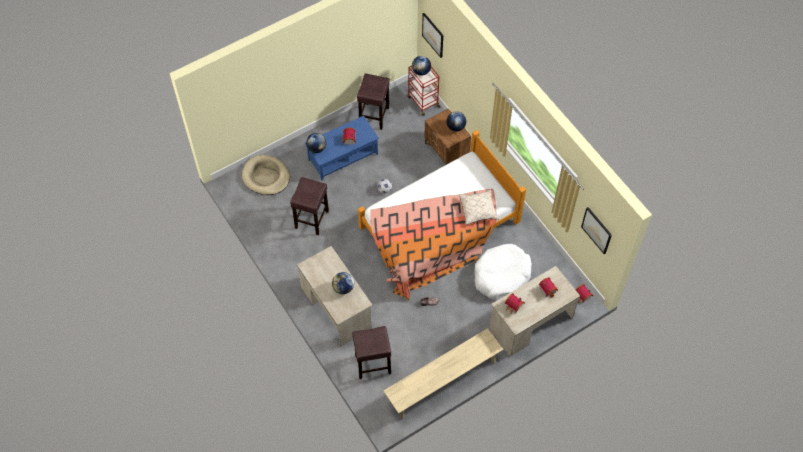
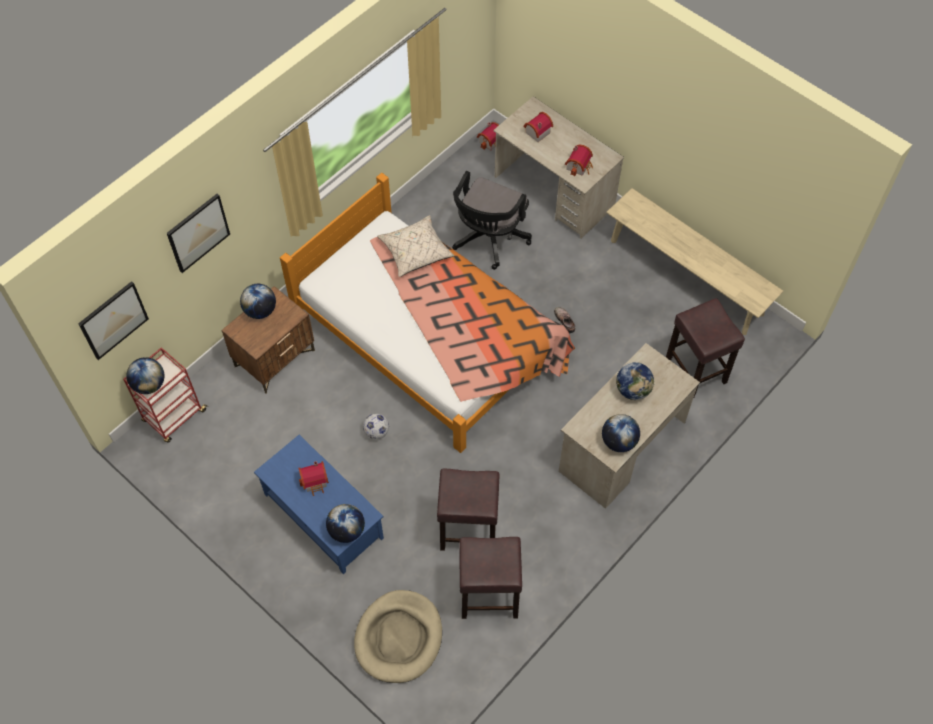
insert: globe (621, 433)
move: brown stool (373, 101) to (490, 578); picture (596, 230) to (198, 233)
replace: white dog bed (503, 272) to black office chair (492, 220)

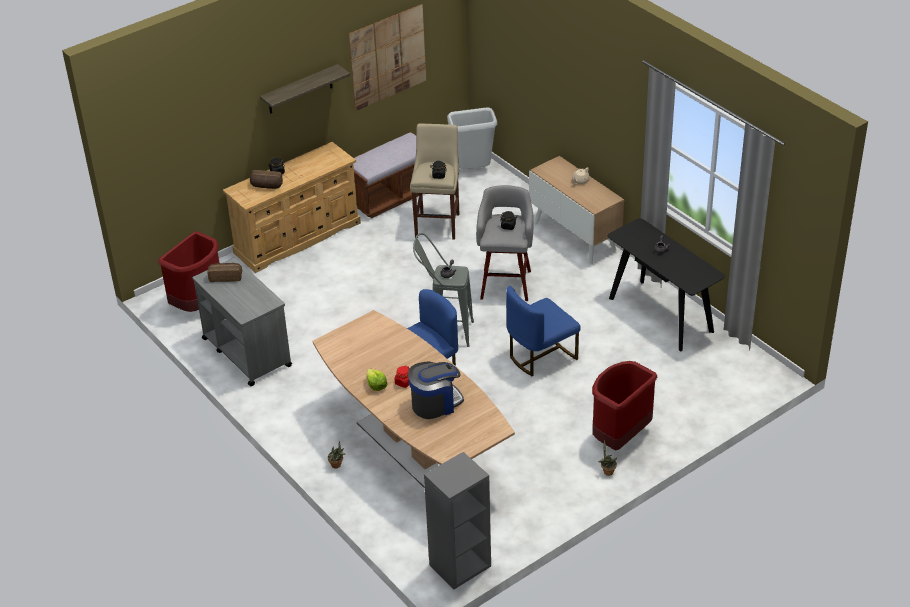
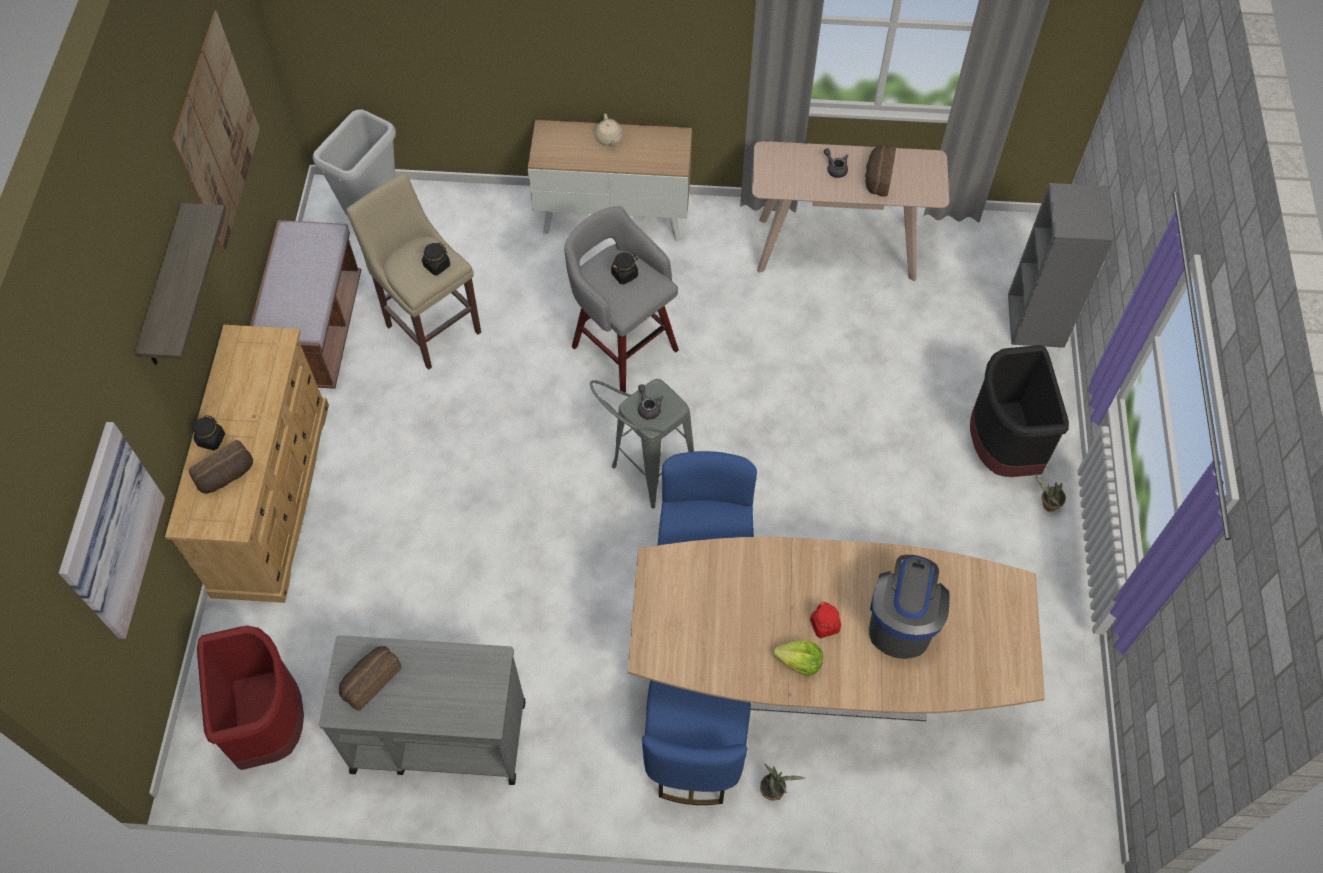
insert: picture (112, 530); bread (880, 171)
move: grey bookcase (457, 521) to (1061, 265); blue chair (543, 331) to (696, 742)
recolor: red trash can (624, 406) to black trash can (1019, 411); black console table (666, 284) to beige console table (850, 211)

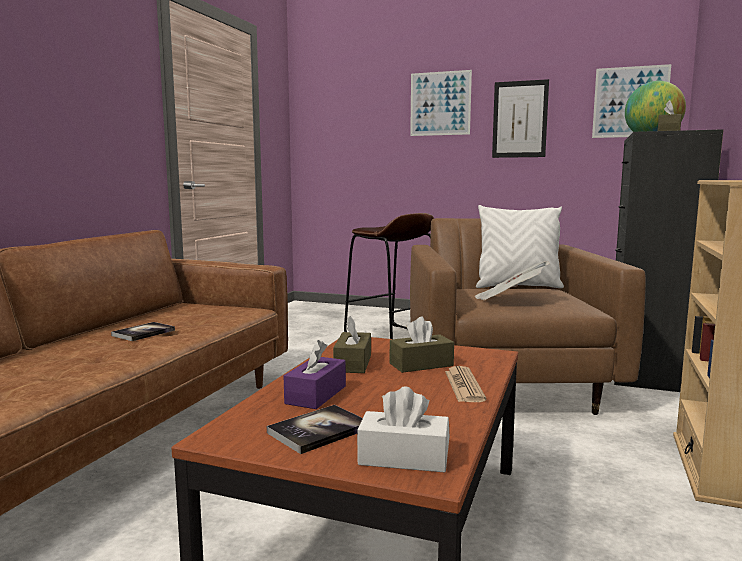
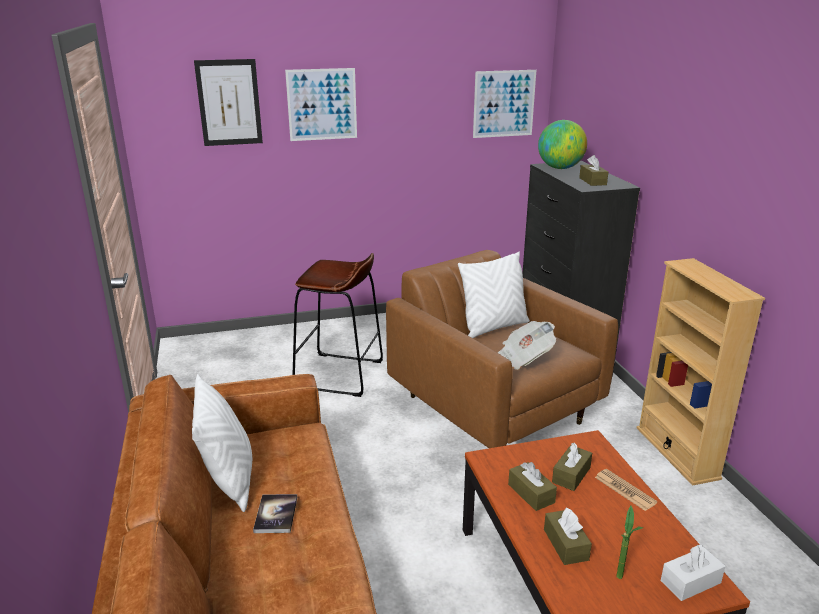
insert: white pillow (222, 443)
move: picture (520, 118) to (228, 102)
replace: book (315, 429) to potted plant (630, 542)
recolor: purple tissue box (315, 374) to brown tissue box (568, 536)

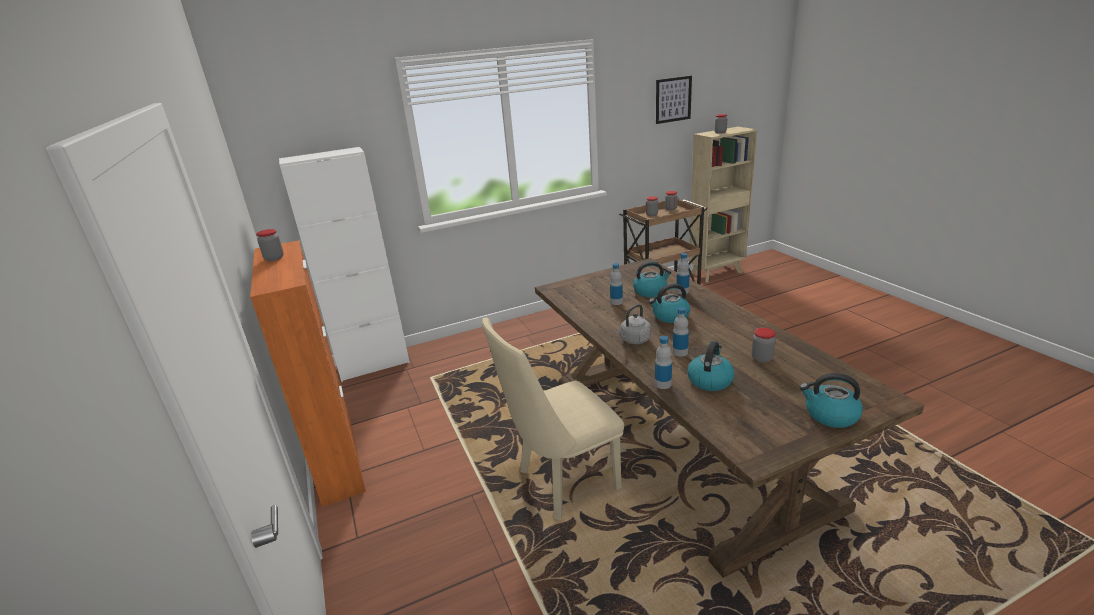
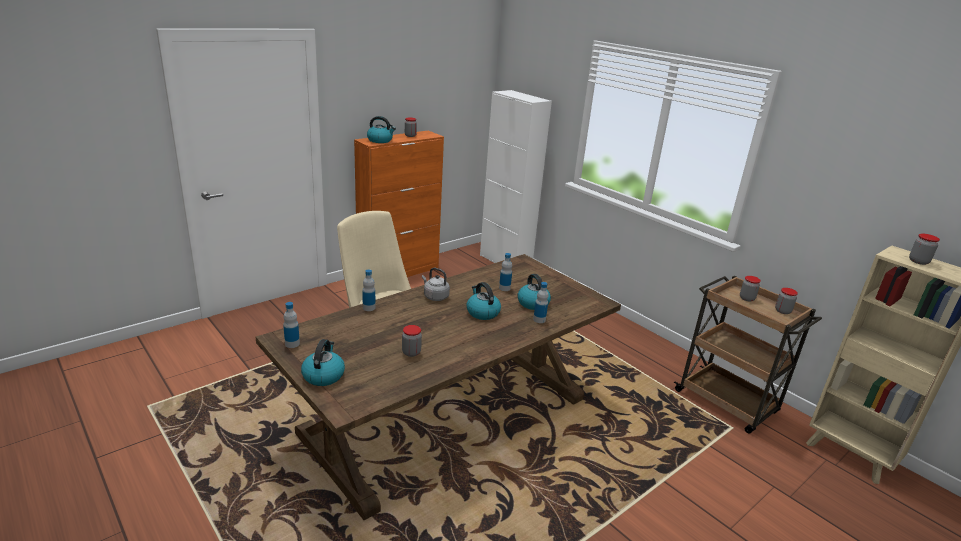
delete: picture (674, 100)
move: bottle (681, 332) to (291, 325); kettle (711, 366) to (381, 129)

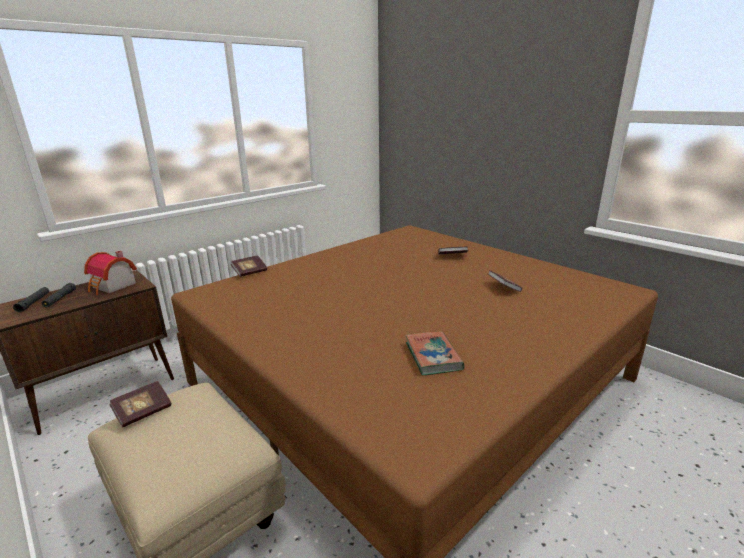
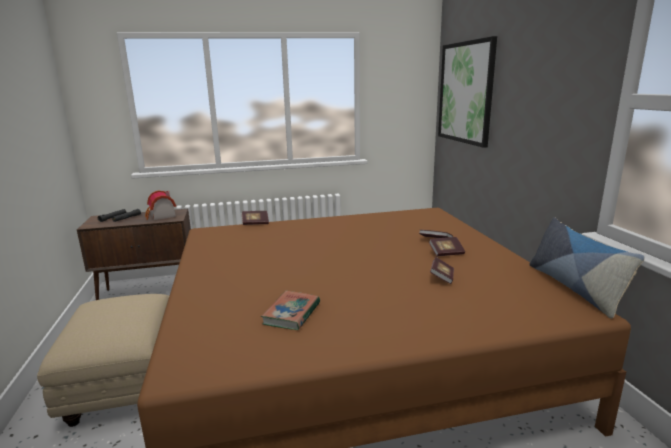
insert: picture (467, 92); pillow (587, 267)
move: book (140, 404) to (447, 246)

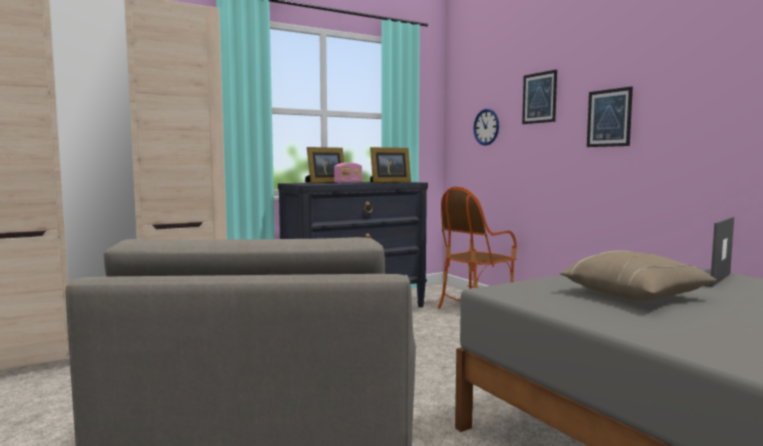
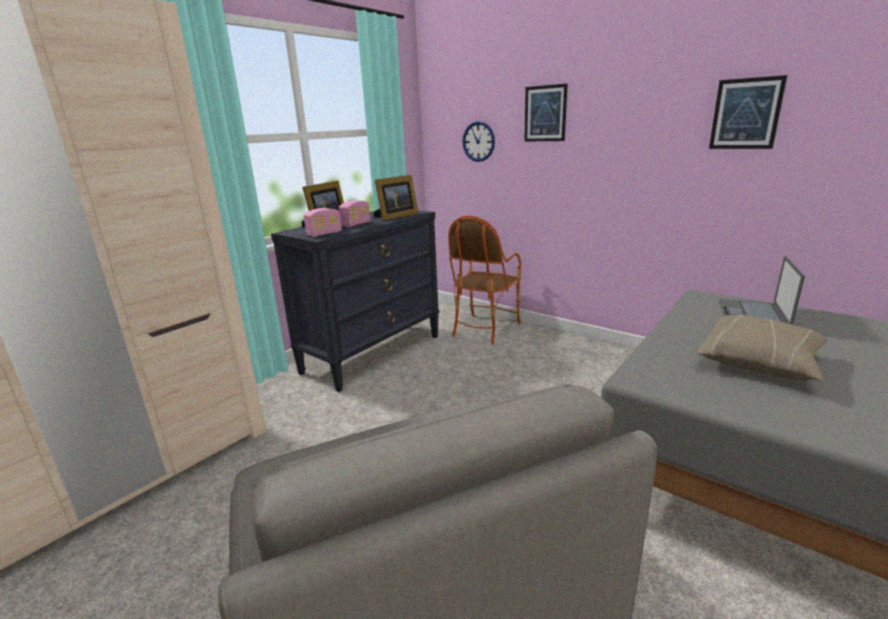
insert: radio (323, 222)
move: picture (610, 116) to (748, 112)

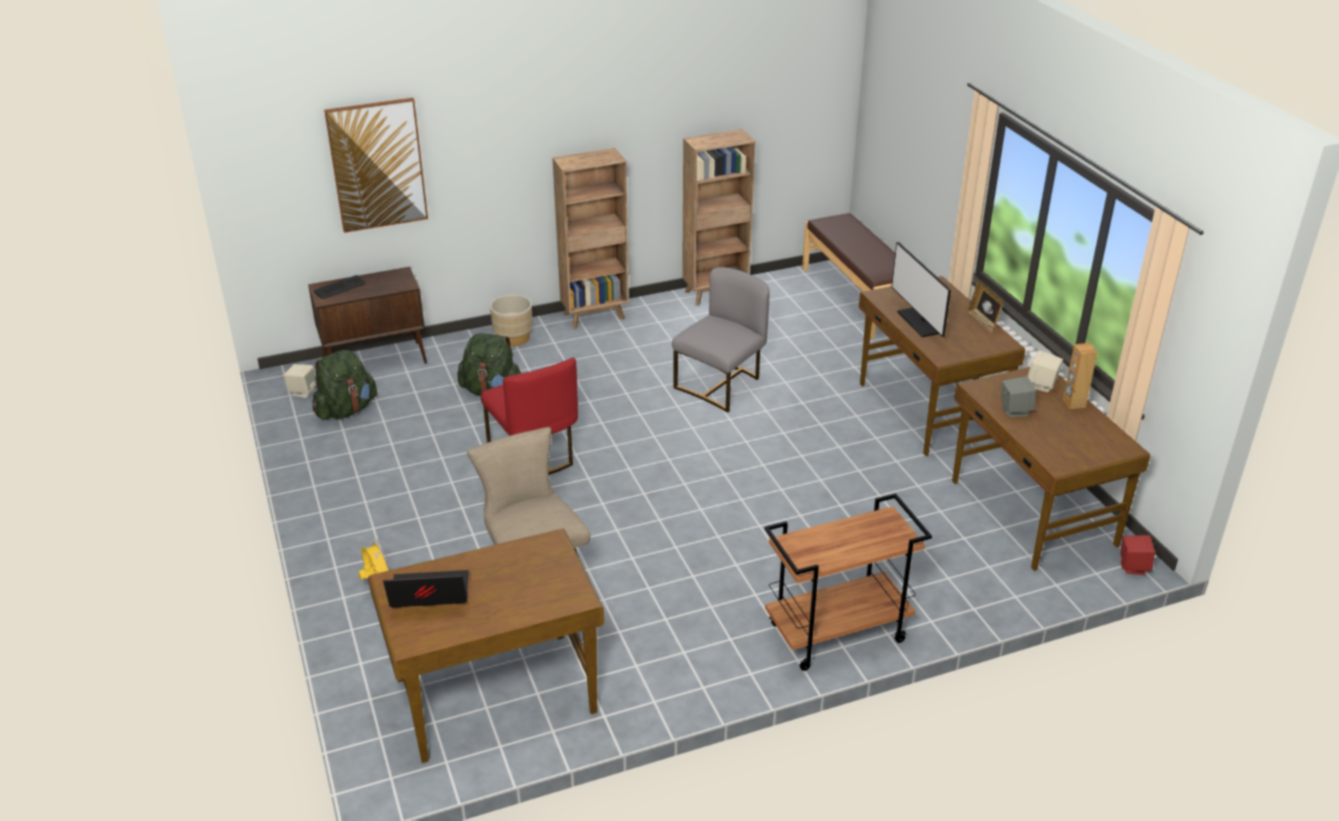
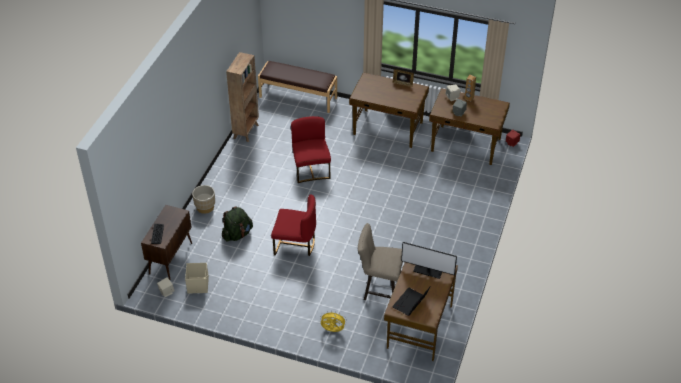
delete: picture (376, 165); brown bookcase (590, 238); brown cart (848, 582)
move: monitor (921, 289) to (429, 260)
replace: green backpack (345, 385) to beige storage box (197, 278)
recolor: grey chair (721, 339) to red chair (311, 149)

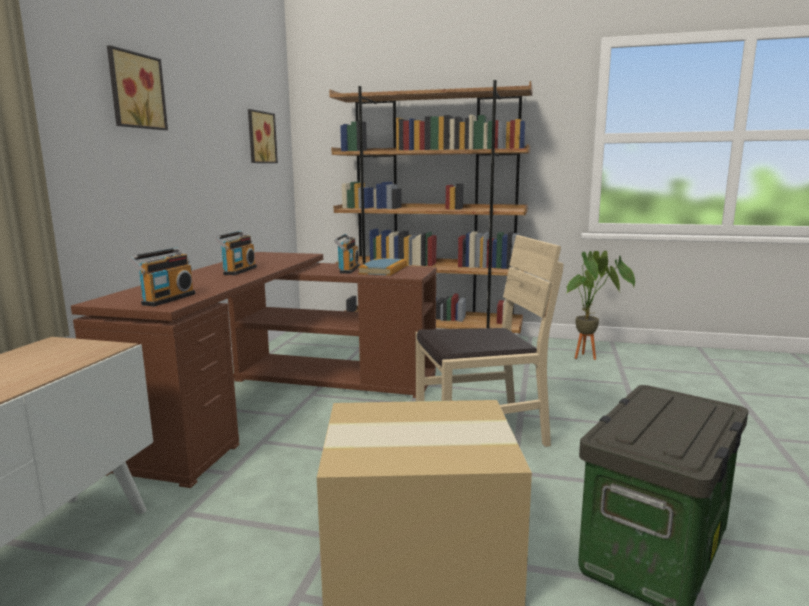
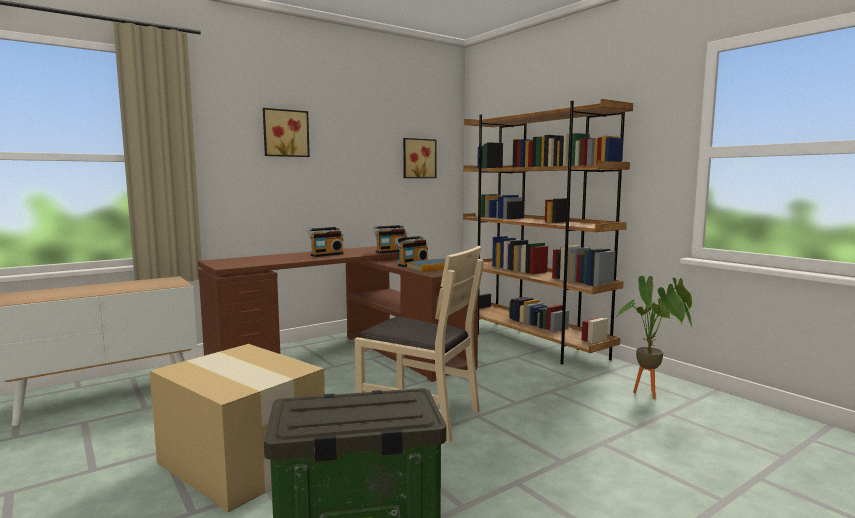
move: radio (162, 277) to (390, 239)

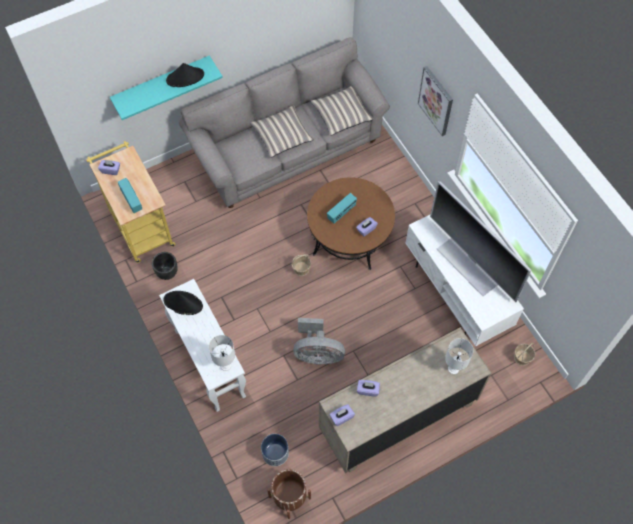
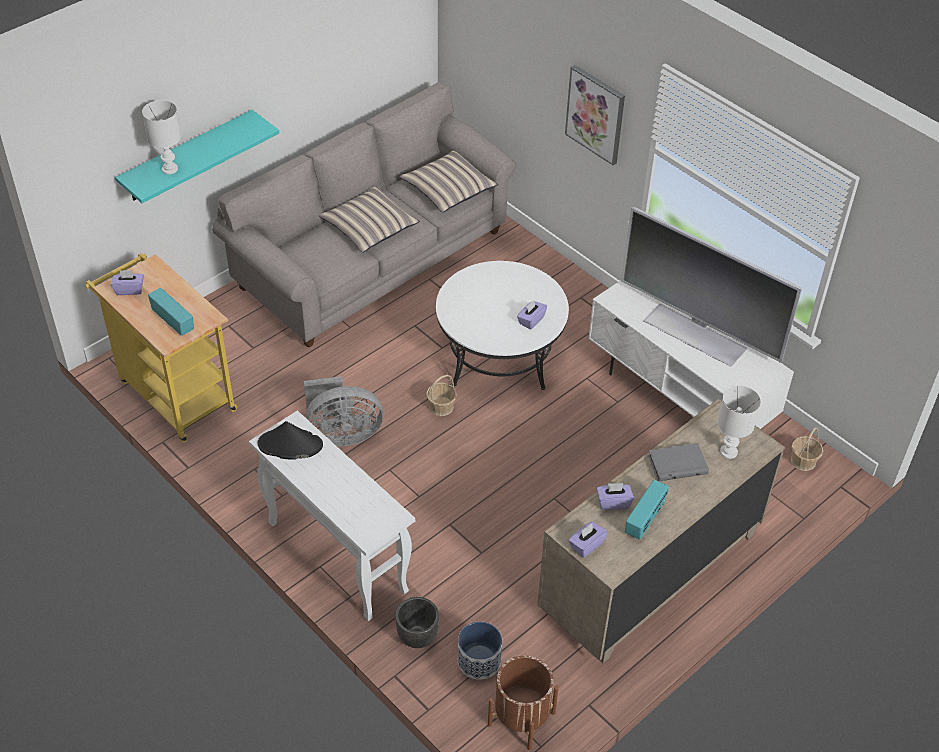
delete: black hat (185, 75)
insert: grey book (678, 462)
move: black planter (165, 266) to (417, 622); white table lamp (222, 353) to (161, 137); grey fan (319, 341) to (343, 411); radio (342, 208) to (647, 510)
recolor: brown coffee table (351, 223) to white coffee table (502, 325)

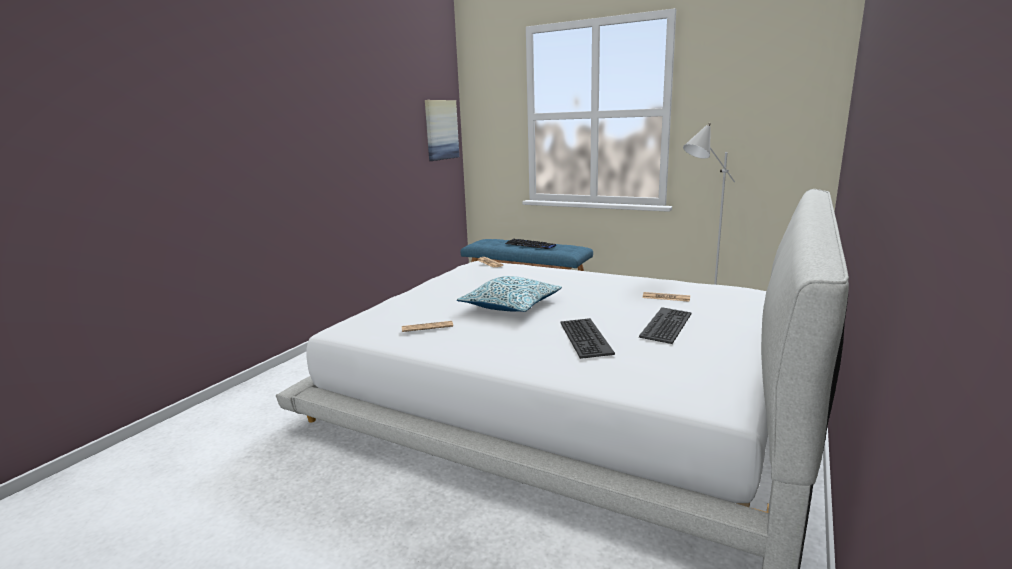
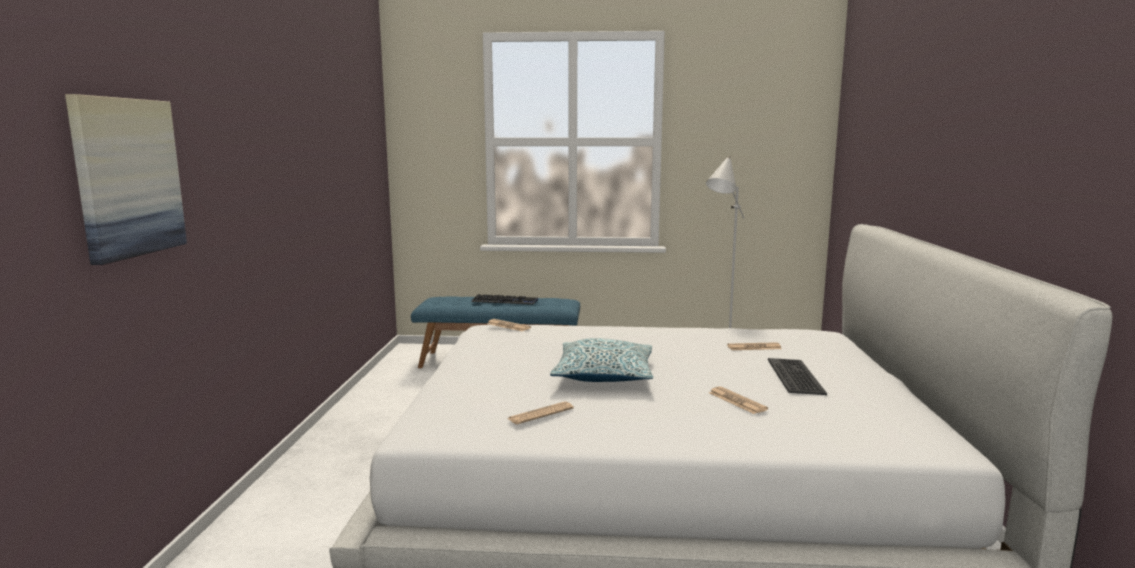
move: picture (442, 130) to (126, 179)
replace: keyboard (587, 338) to newspaper (738, 400)

